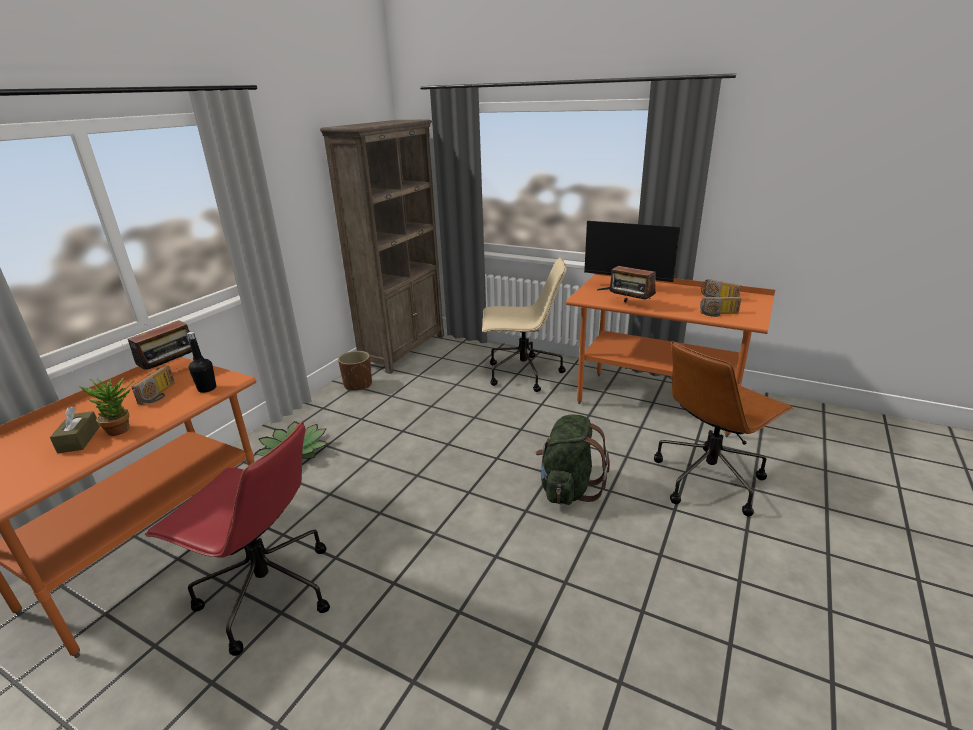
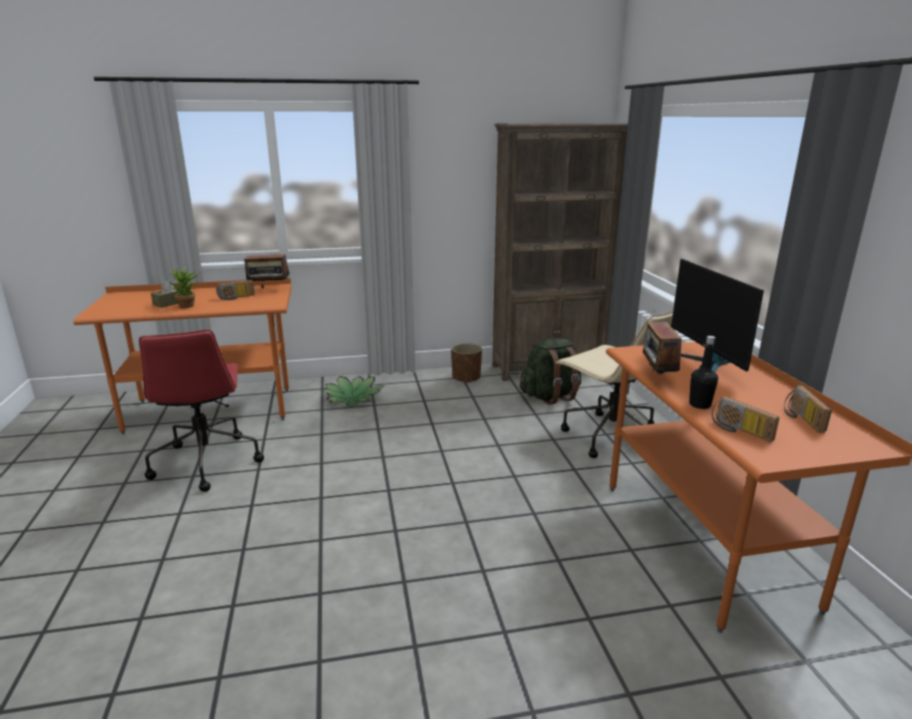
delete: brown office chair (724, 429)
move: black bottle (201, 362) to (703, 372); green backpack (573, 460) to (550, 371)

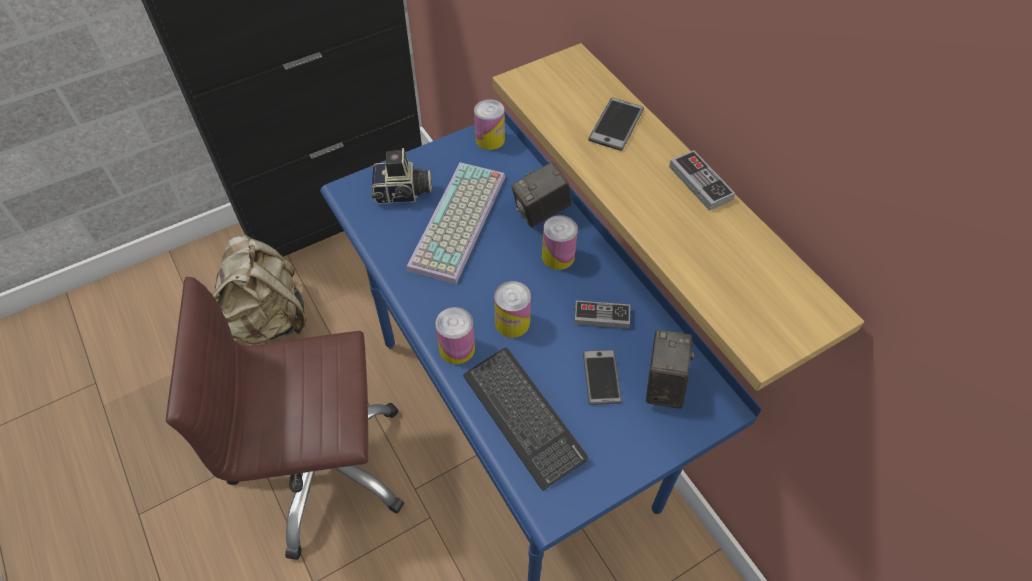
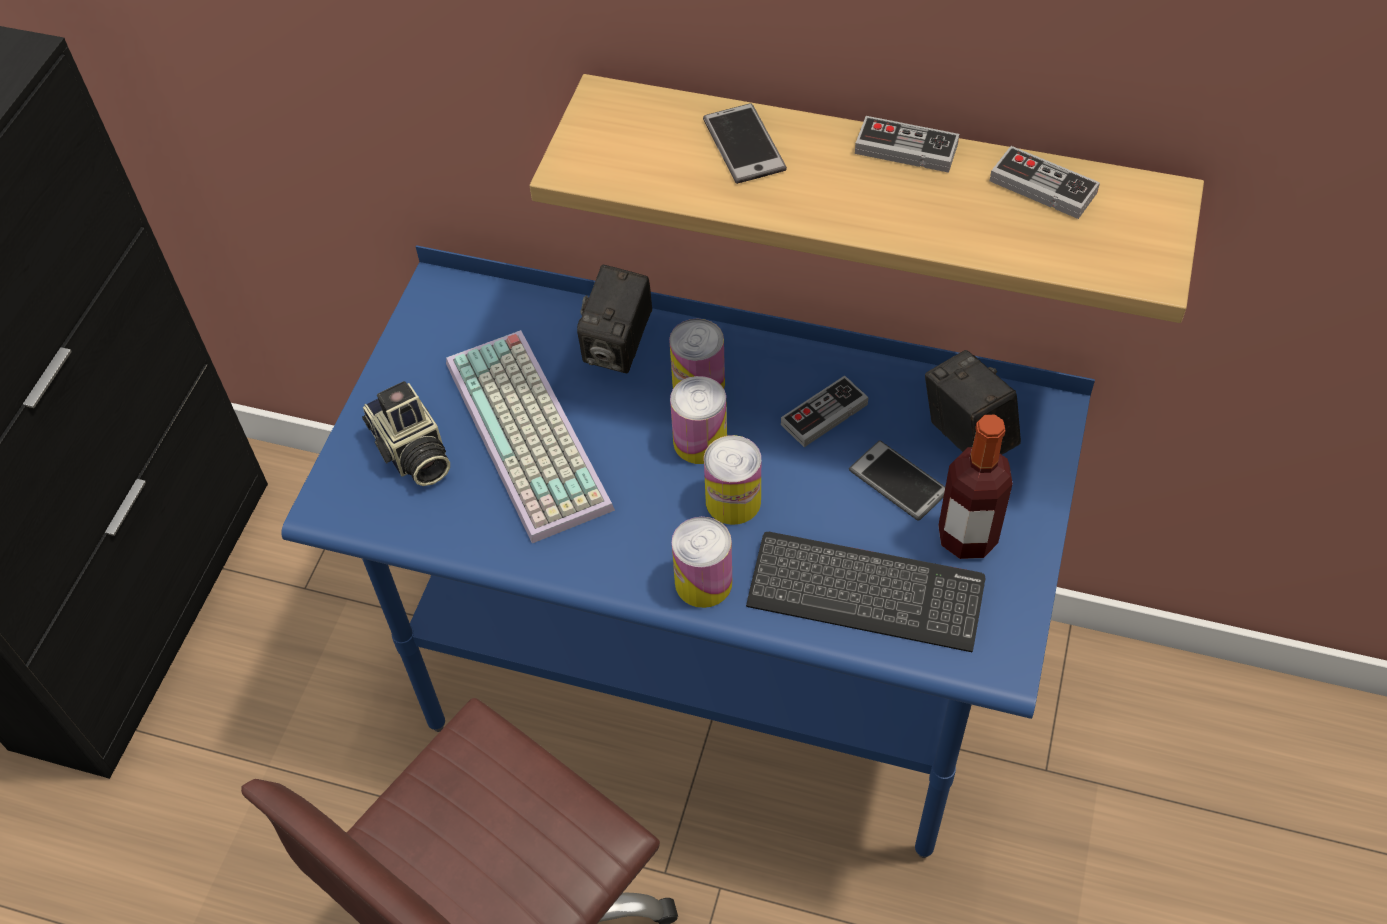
delete: beige backpack (259, 290)
insert: bottle (975, 487); game controller (1045, 182)
move: can (489, 124) to (698, 420)
rotate: photo camera (402, 176) = (406, 433) 105 degrees clockwise

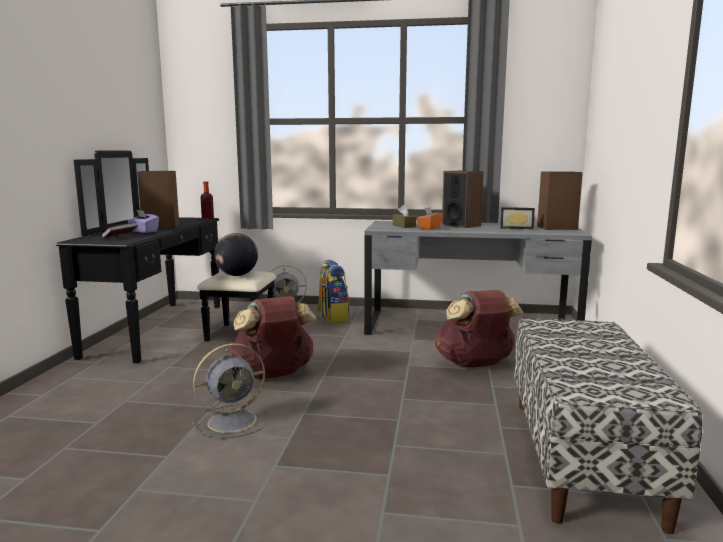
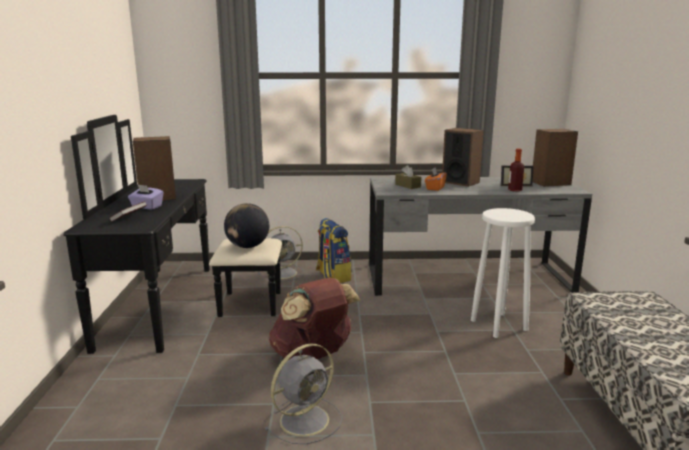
move: bottle (207, 200) to (516, 170)
replace: brown backpack (479, 328) to white stool (503, 273)

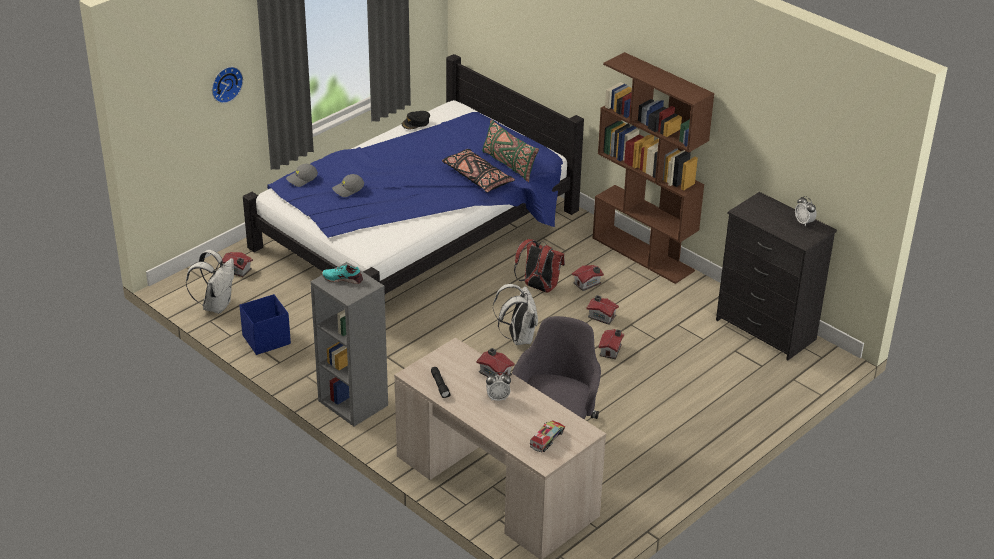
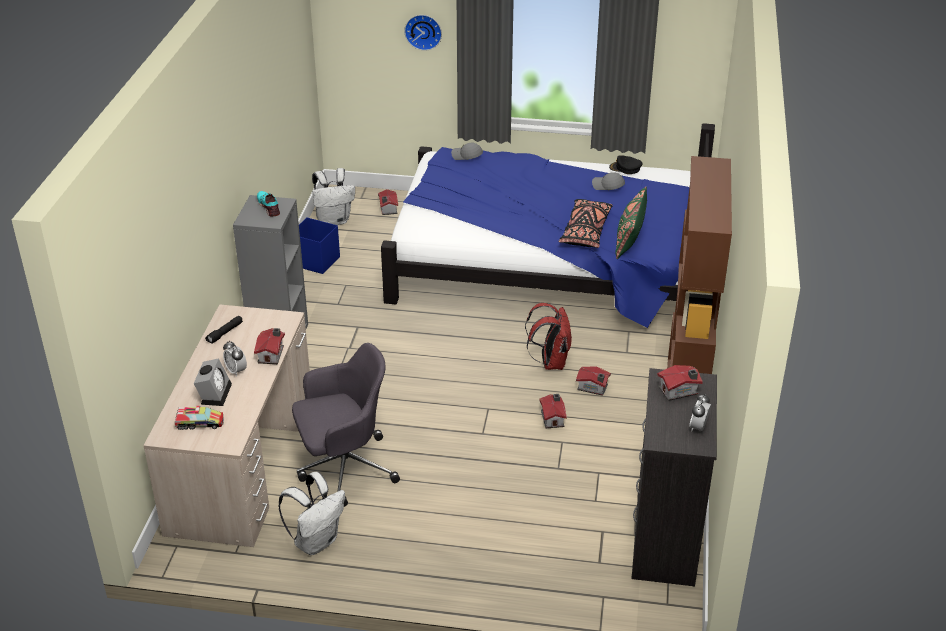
insert: alarm clock (212, 382)
move: grey cap (348, 185) to (608, 181); white backpack (515, 314) to (311, 513); toy house (611, 344) to (680, 383)

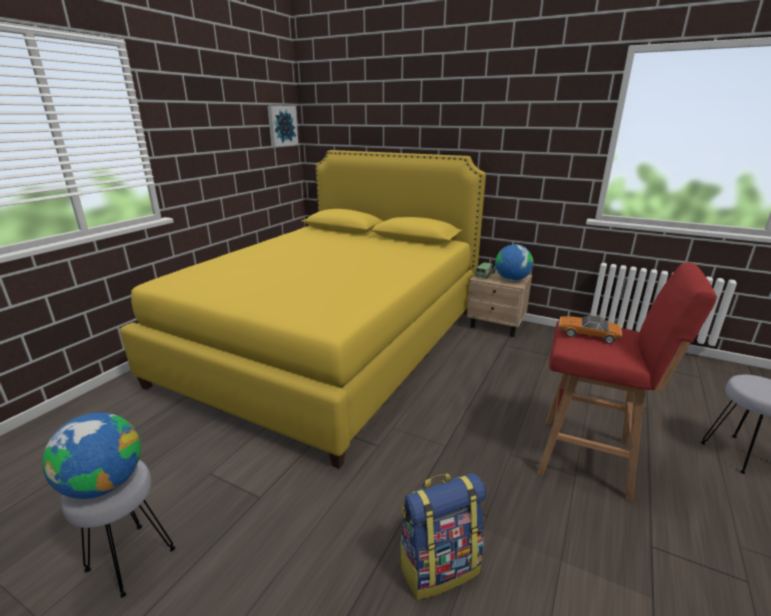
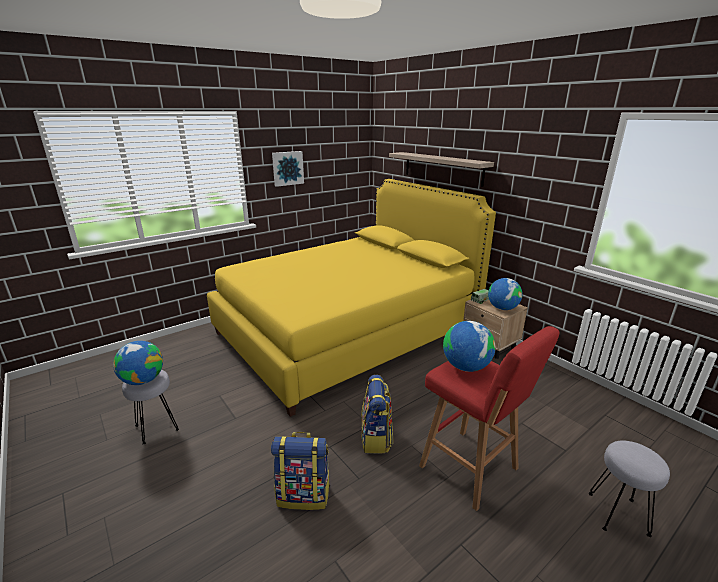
insert: backpack (377, 414); shelf (441, 169)
move: picture (283, 126) to (288, 169)
replace: toy car (590, 329) to globe (469, 346)

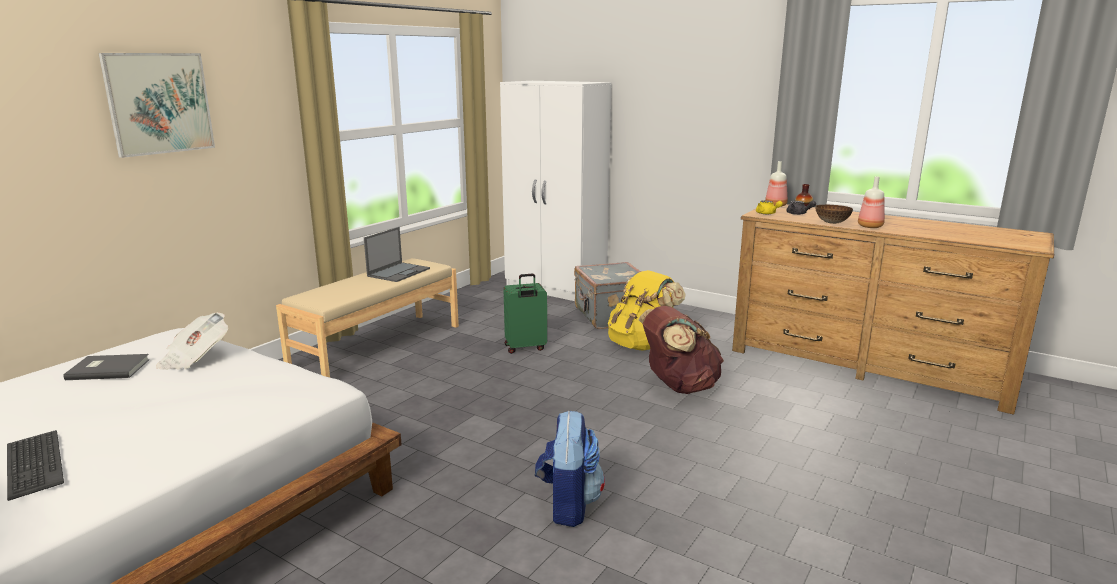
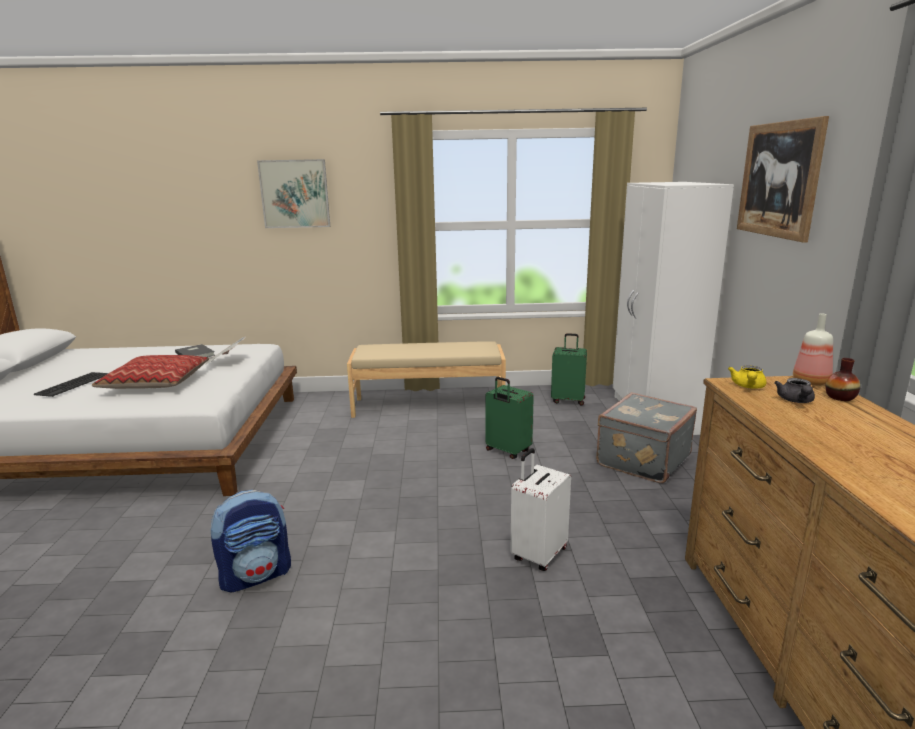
delete: laptop (397, 254); yellow backpack (647, 310); bowl (834, 214); bottle (871, 202)
insert: pillow (150, 372); green suitcase (569, 369); picture (783, 179)
replace: brown backpack (681, 350) to white suitcase (541, 509)

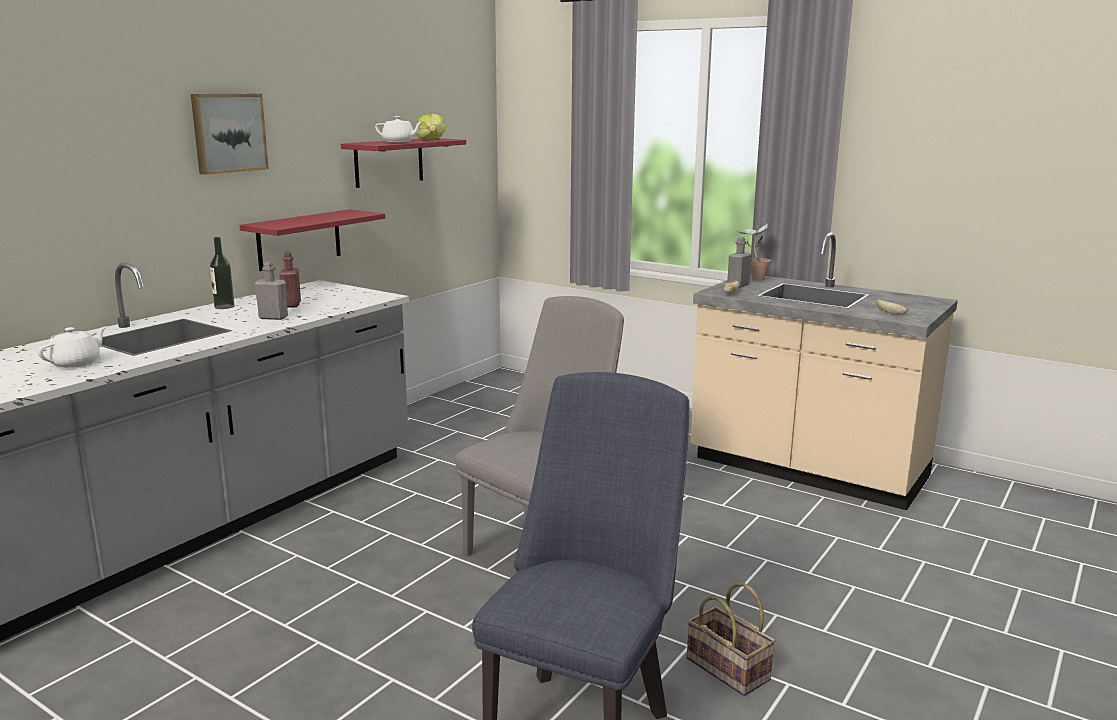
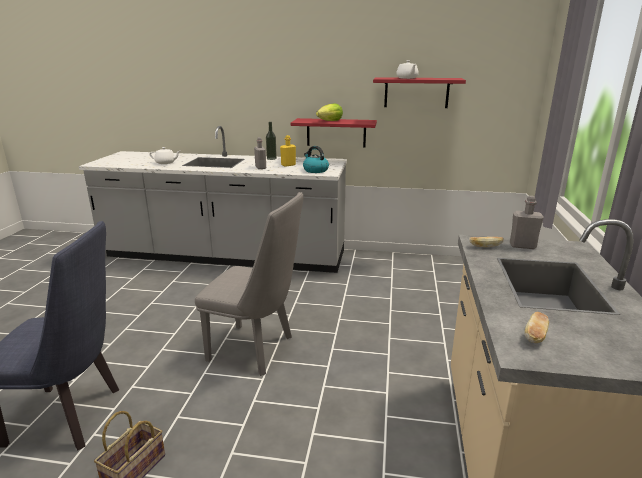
delete: picture (230, 134); potted plant (754, 251)
insert: kettle (316, 159)
move: lettuce (431, 126) to (329, 112)
recolor: red bottle (290, 280) to yellow bottle (288, 151)

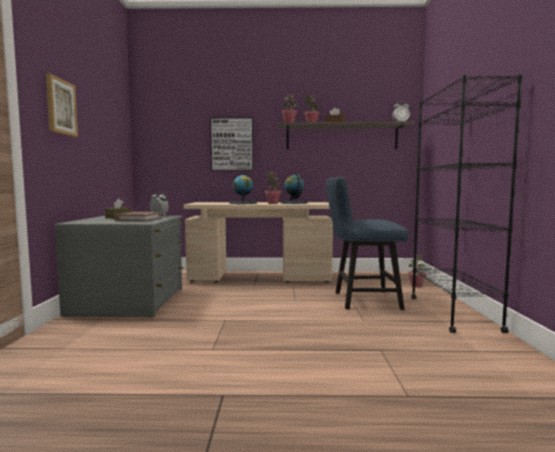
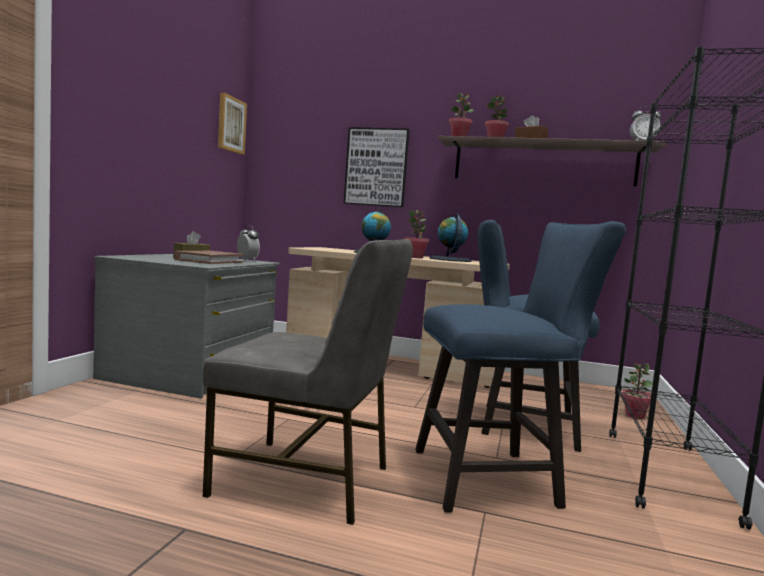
insert: grey chair (307, 382); blue chair (520, 367)
move: picture (62, 105) to (232, 123)

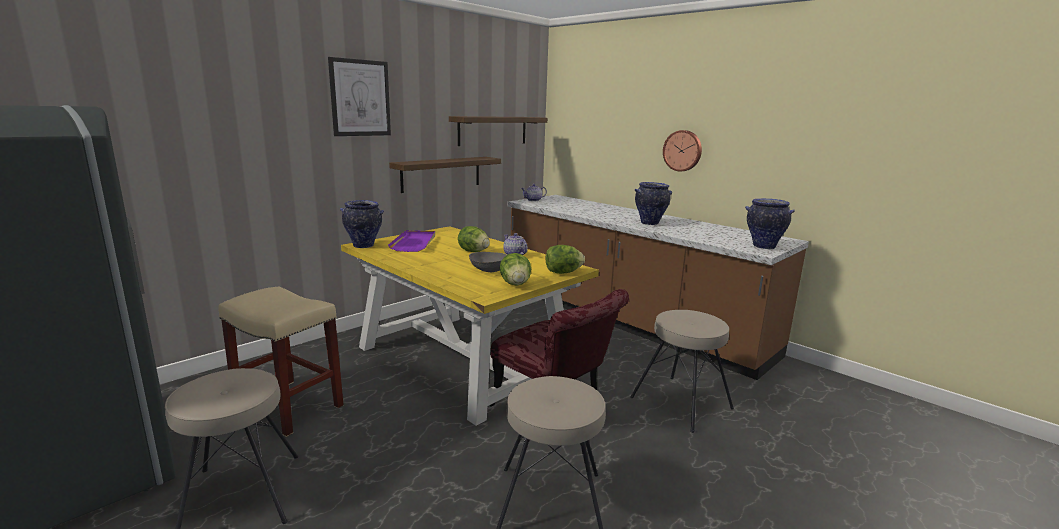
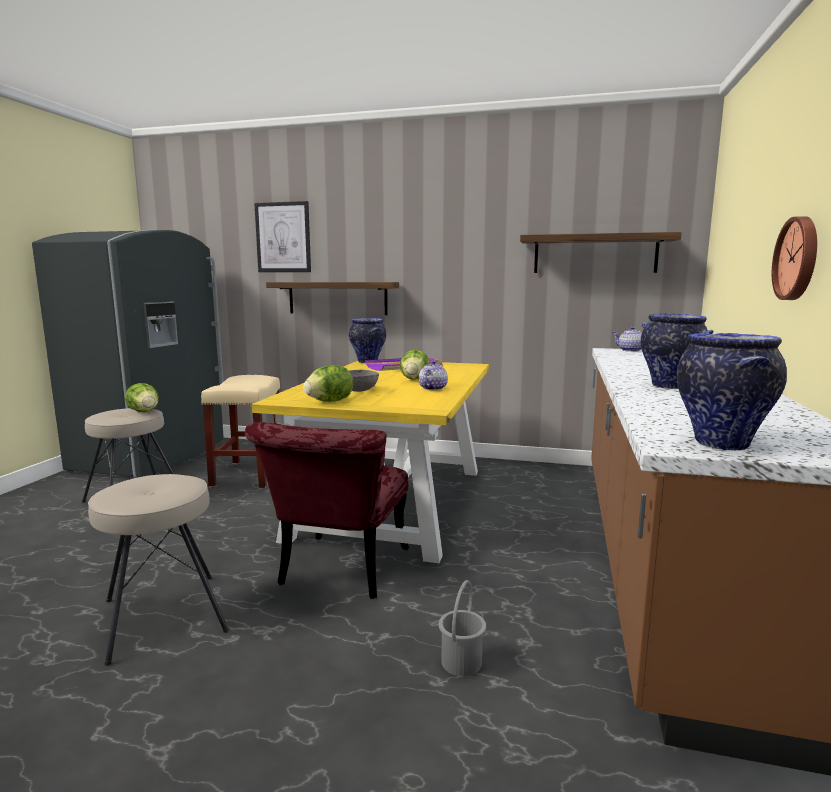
move: picture (359, 96) to (282, 236); shelf (445, 175) to (332, 298); lettuce (565, 259) to (142, 397)
replace: beige stool (682, 371) to grey bucket (462, 628)

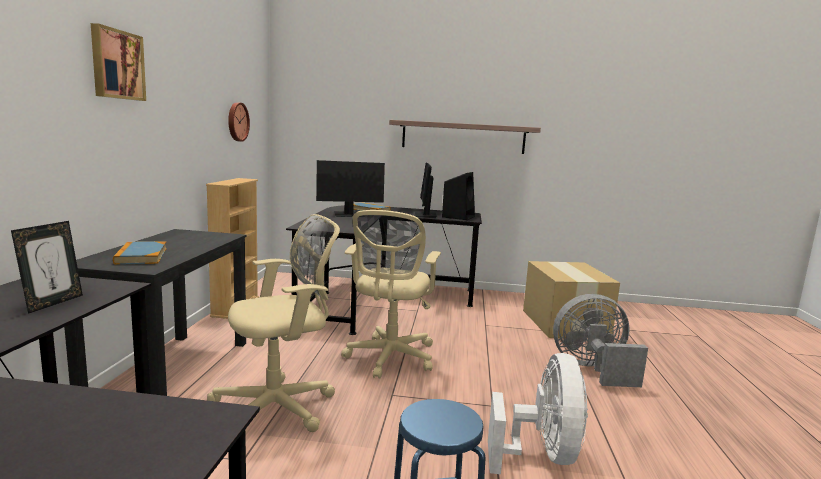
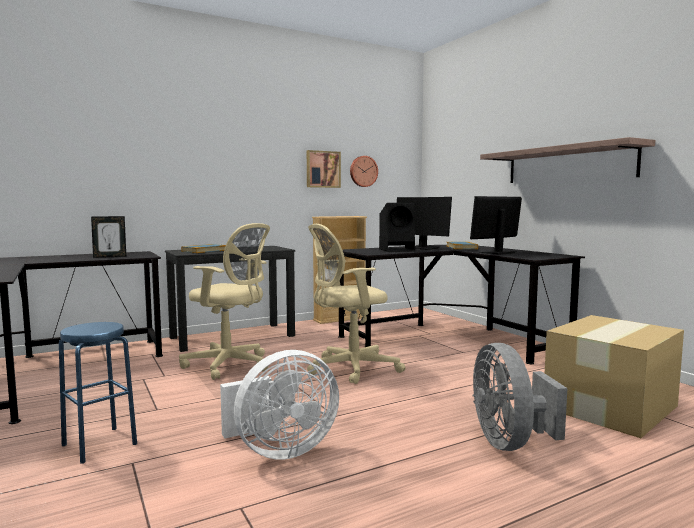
move: picture (118, 62) to (324, 169); black speaker (458, 196) to (397, 227)
rotate: grey fan (600, 340) = (520, 397) 150 degrees counterclockwise

